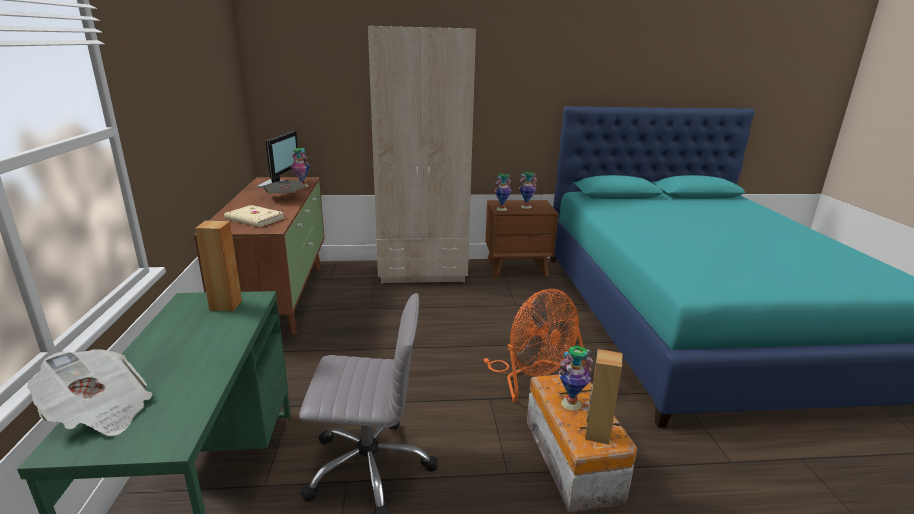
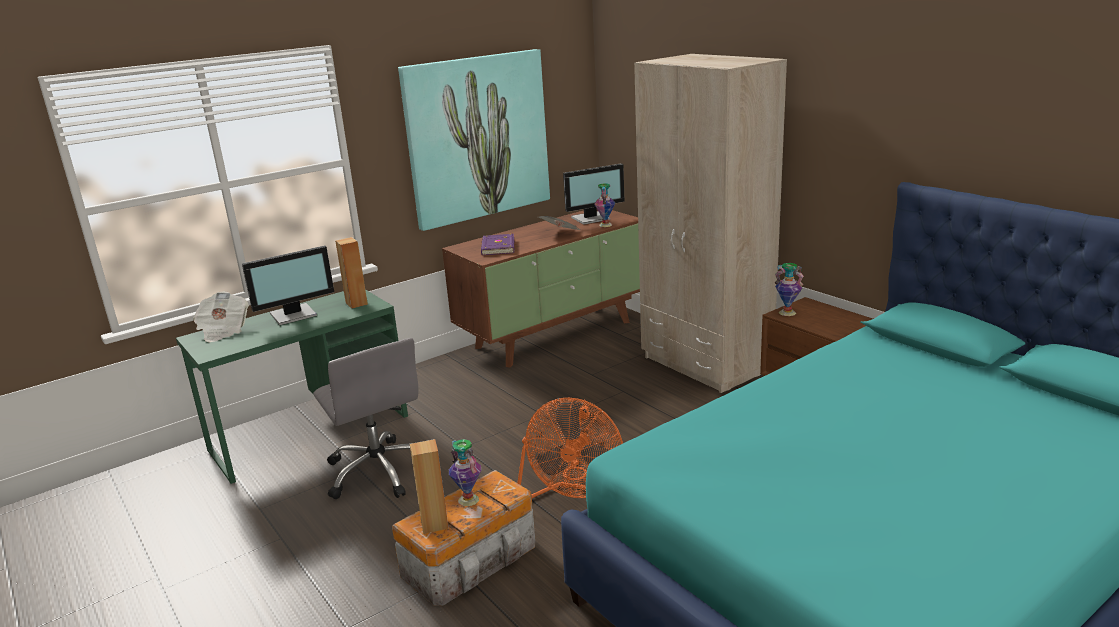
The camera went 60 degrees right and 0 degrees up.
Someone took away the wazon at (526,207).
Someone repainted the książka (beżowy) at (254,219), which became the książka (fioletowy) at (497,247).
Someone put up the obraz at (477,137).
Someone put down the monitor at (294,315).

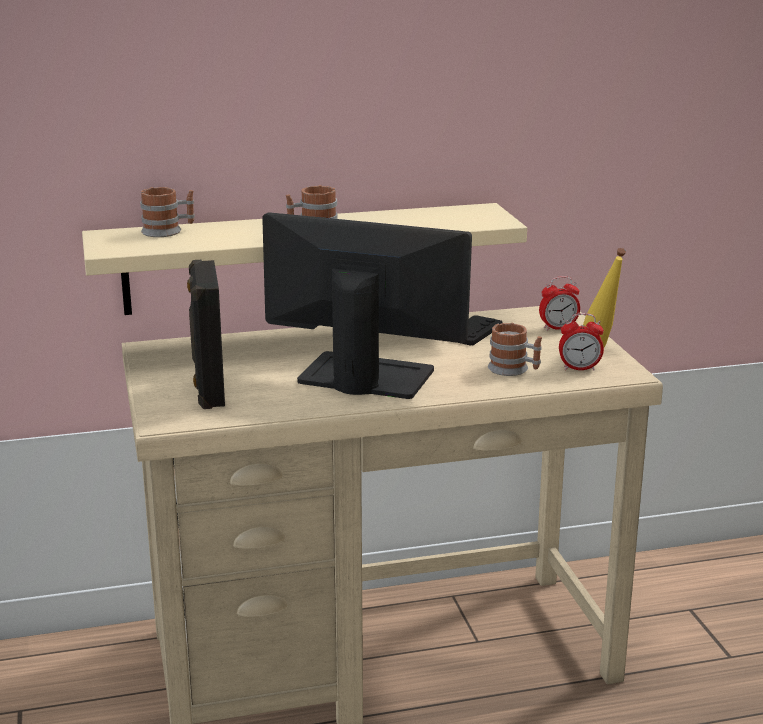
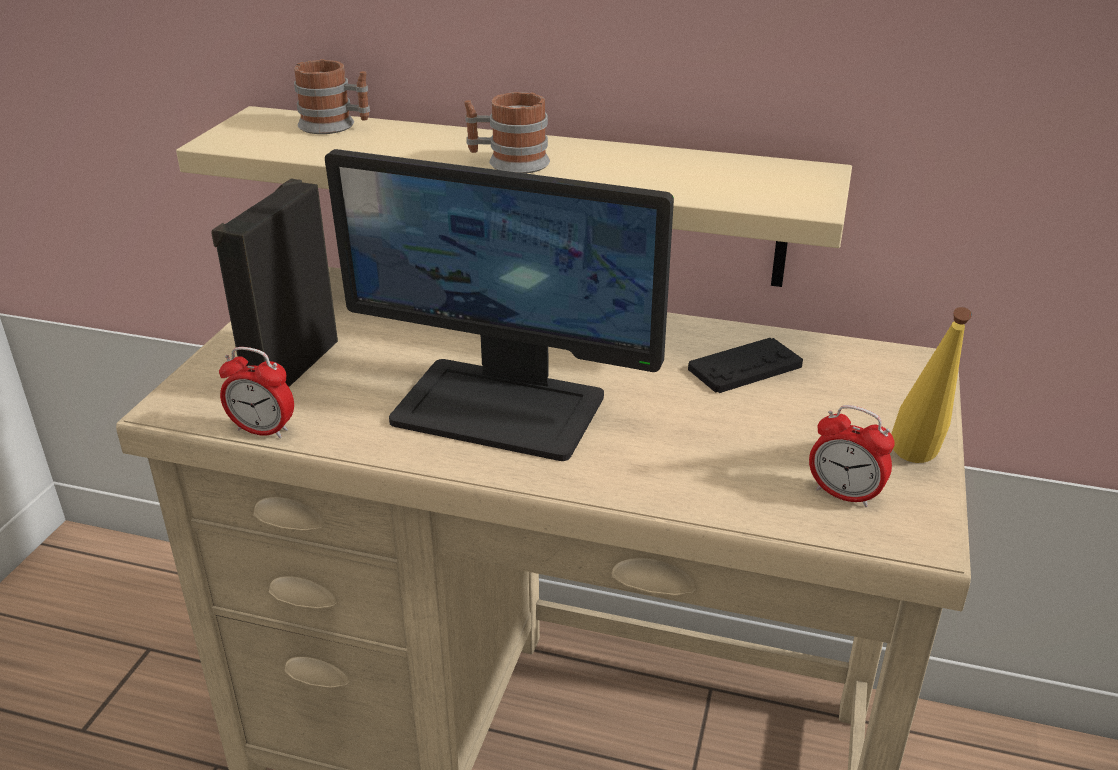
The camera went 30 degrees right and 10 degrees up.
Someone rotated the monitor at (364,377) by 150 degrees clockwise.
Someone carried the budzik from (558,328) to (263,430).
Someone took away the kubek at (514,370).

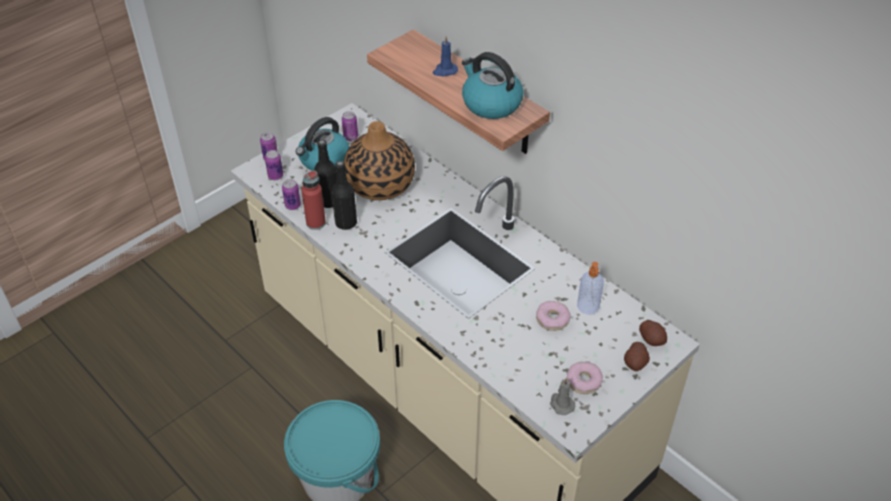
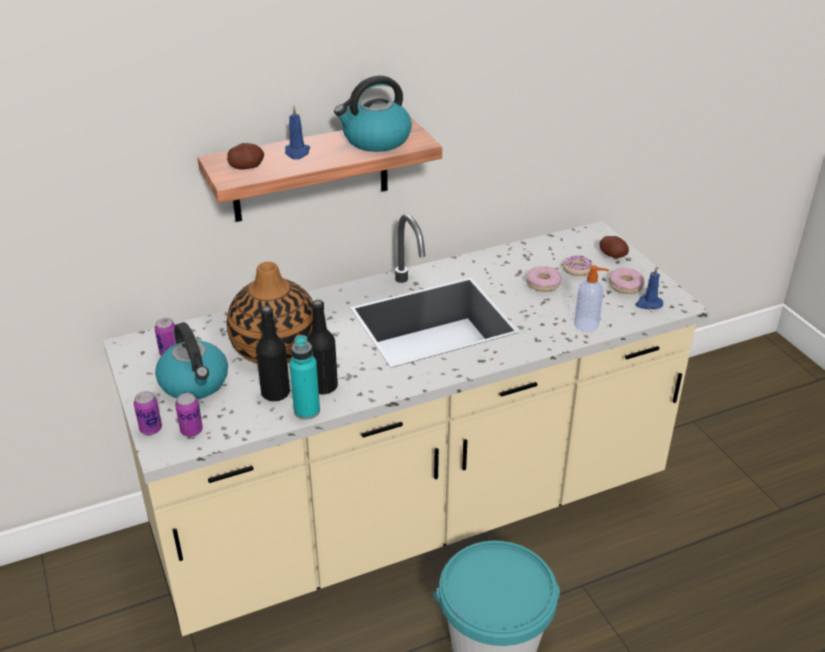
The camera went 70 degrees left and 10 degrees down.
Someone repainted the butelka (czerwony) at (316,223), which became the butelka (turkusowy) at (307,411).
Someone took away the puszka at (293,205).
Someone carried the dozownik mydła from (588,307) to (587,325).
Someone carried the ziemniak from (652,339) to (246,167).
Someone repainted the świeca (szary) at (561,404), which became the świeca (niebieski) at (648,304).
Someone put down the donut at (576,269).

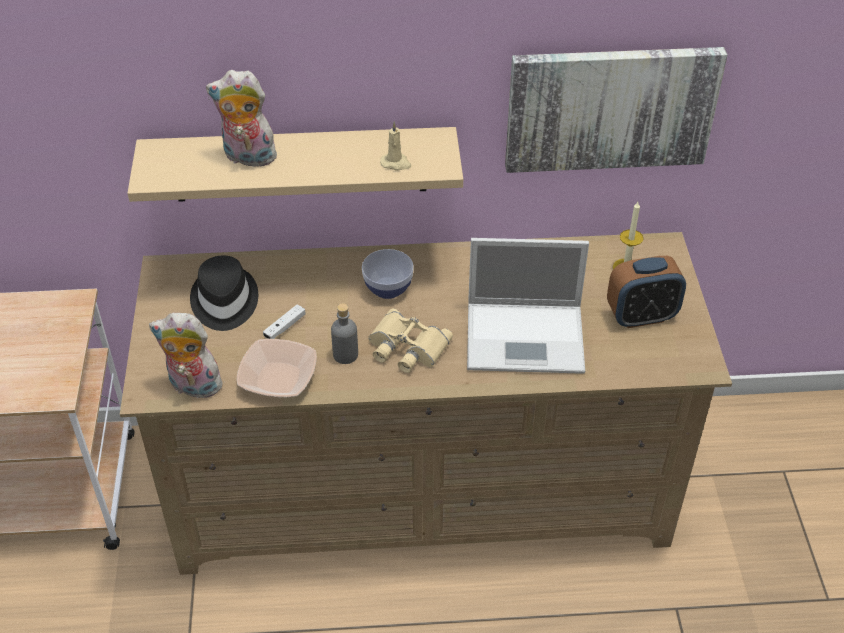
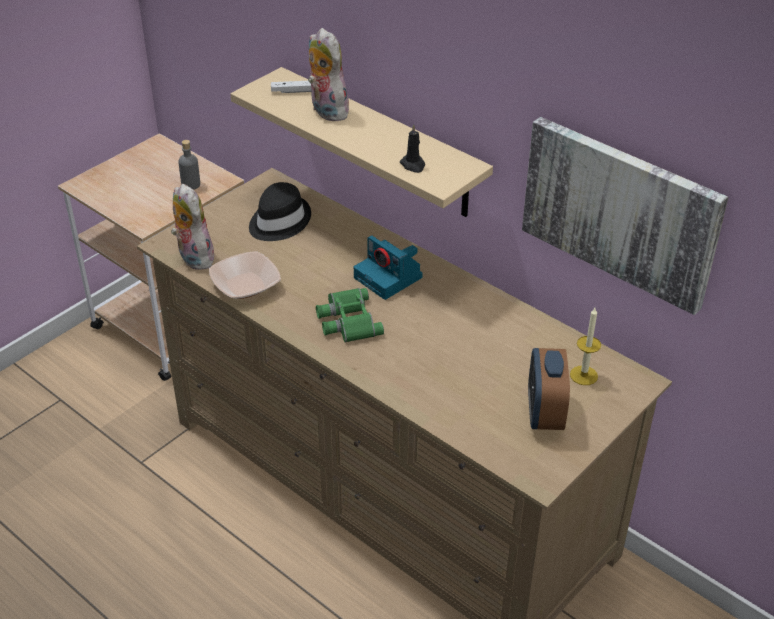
The camera went 45 degrees right and 5 degrees down.
Someone repainted the świeca (beżowy) at (396,163), which became the świeca (czarny) at (413,165).
Someone took away the laptop at (527,337).
Someone swapped the miska at (388,288) for the aparat fotograficzny at (389,278).
Someone rotated the budzik at (641,316) by 60 degrees clockwise.
Someone carried the butelka (szary) from (345,354) to (191,184).
Someone carried the pad do gier (biały) from (285,327) to (293,91).
Someone repainted the lornetka (beżowy) at (406,347), which became the lornetka (zielony) at (347,320).

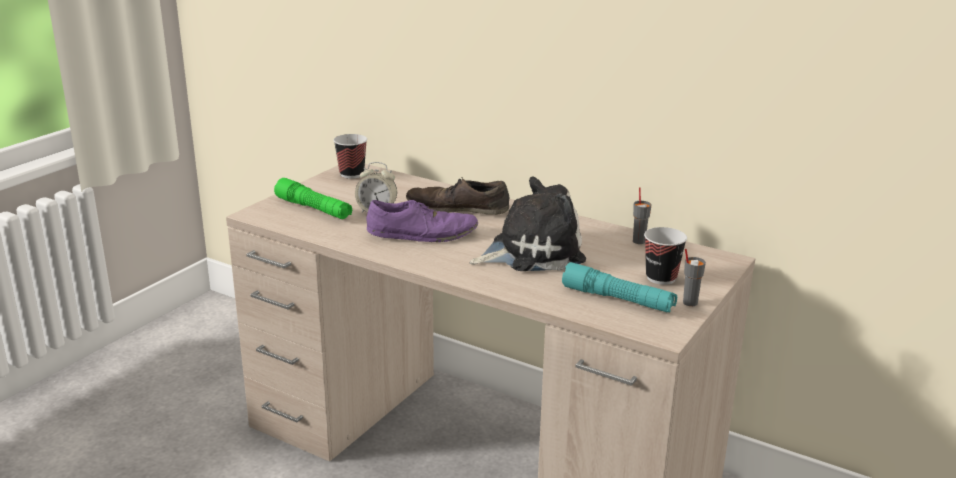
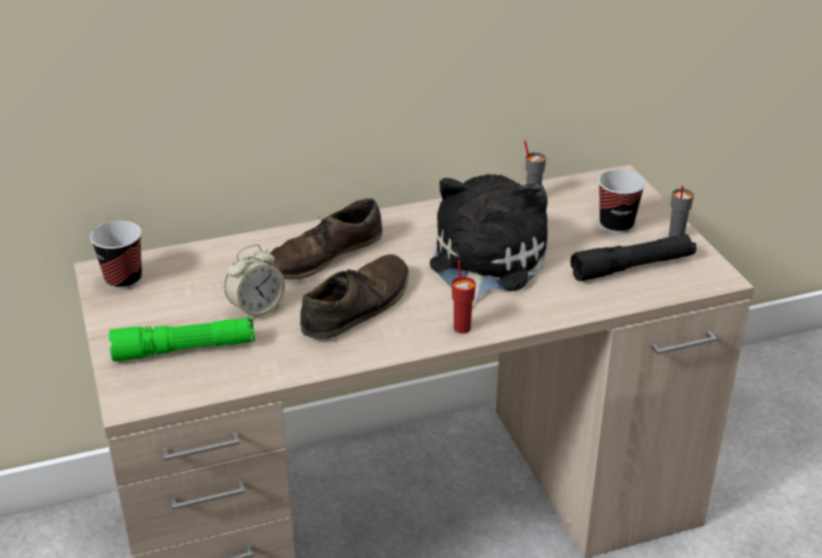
The camera went 50 degrees left and 10 degrees up.
Someone repainted the but (fioletowy) at (422,234), which became the but (brązowy) at (357,306).
Someone repainted the latarka (turkusowy) at (618,299), which became the latarka (czarny) at (632,267).
Someone put down the filiżanka (czerwony) at (462,327).

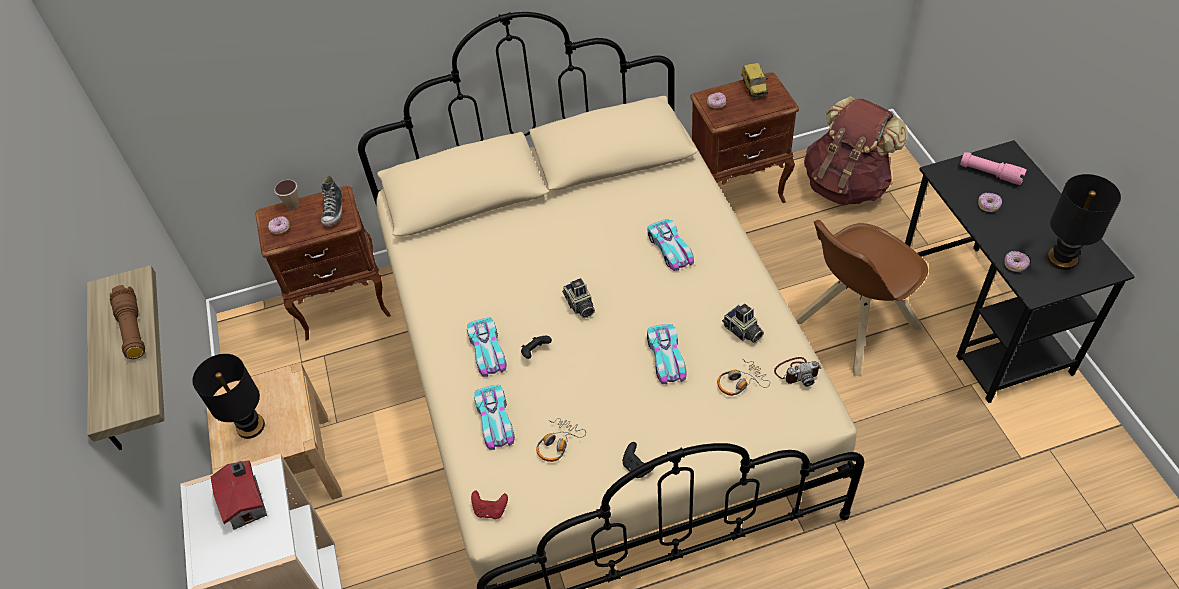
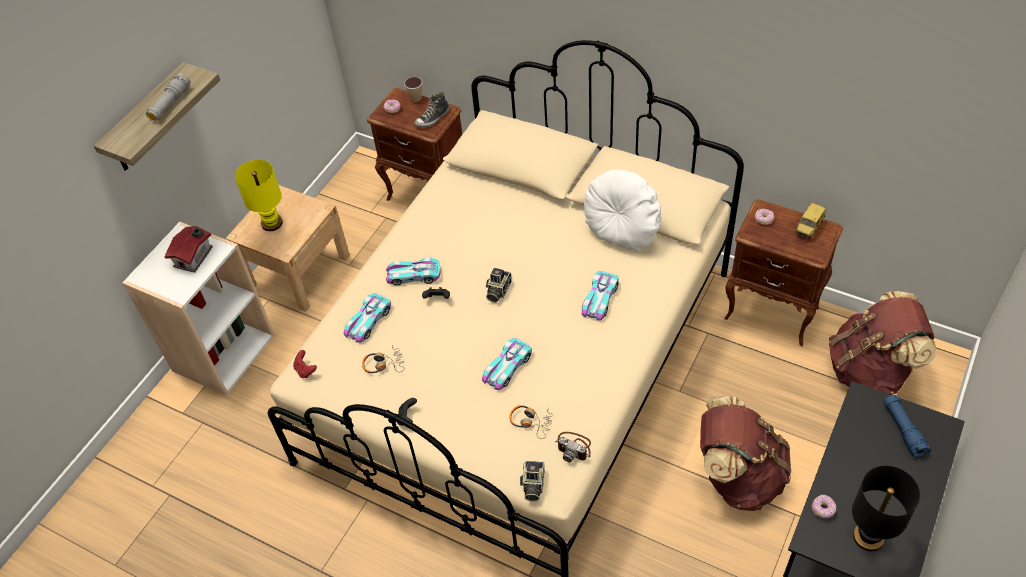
The camera went 45 degrees right and 0 degrees up.
Someone repainted the latarka (różowy) at (990,174), which became the latarka (niebieski) at (903,430).
Someone took away the donut at (988,205).
Someone swapped the krzesło (brązowy) at (853,326) for the plecak (brązowy) at (737,476).
Someone repainted the latarka (brązowy) at (133,329), which became the latarka (szary) at (170,104).
Someone carried the aparat fotograficzny from (742,332) to (532,485).
Someone rotated the samochodzik at (487,350) by 60 degrees clockwise.
Someone repainted the lampa stołowa (czarny) at (250,426), which became the lampa stołowa (żółty) at (271,223).
Someone put down the poduszka (biały) at (621,235).

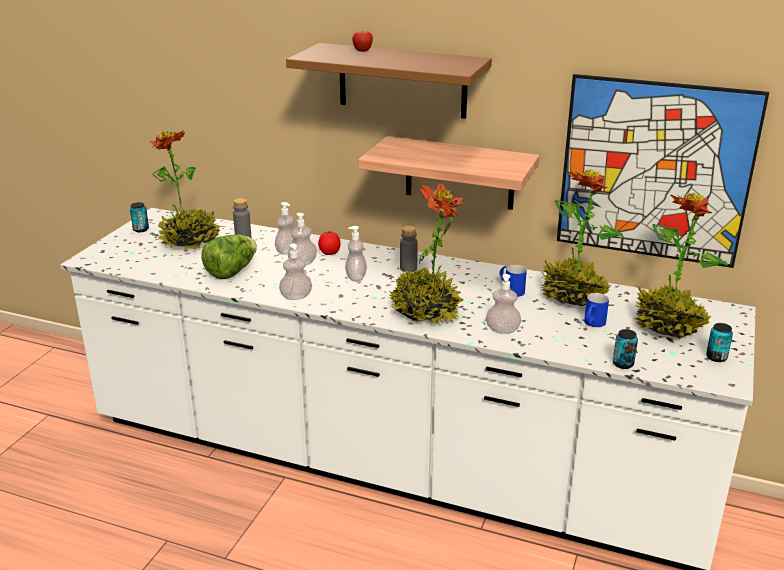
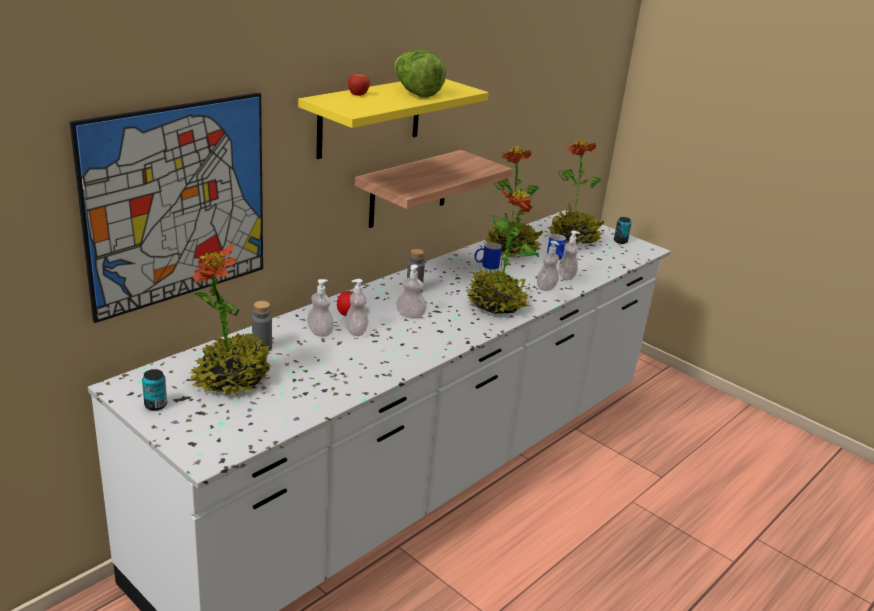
The camera went 70 degrees left and 0 degrees up.
Someone repainted the półka (brązowy) at (402,81), which became the półka (żółty) at (370,116).
Someone carried the obraz from (654,171) to (177,204).
Someone carried the sałata from (231,272) to (415,92).
Someone carried the dozownik mydła from (296,297) to (566,276).
Someone took away the puszka at (623,364).

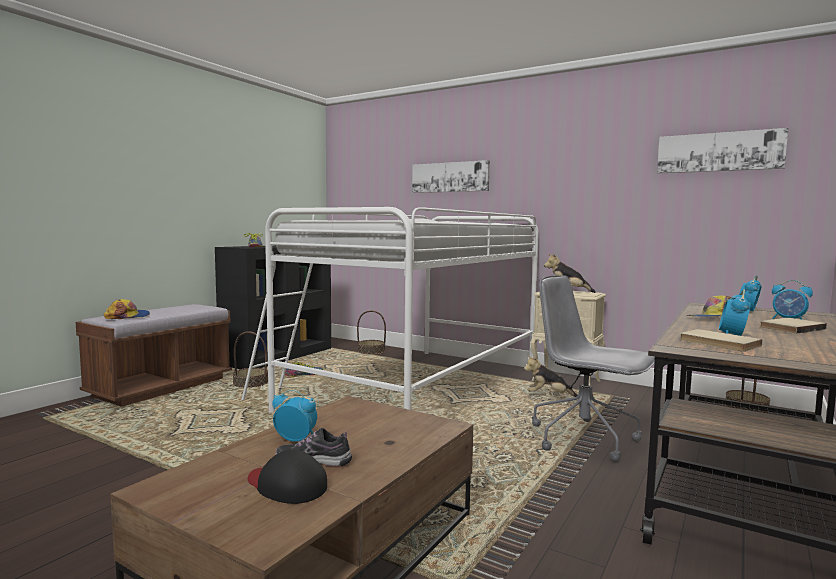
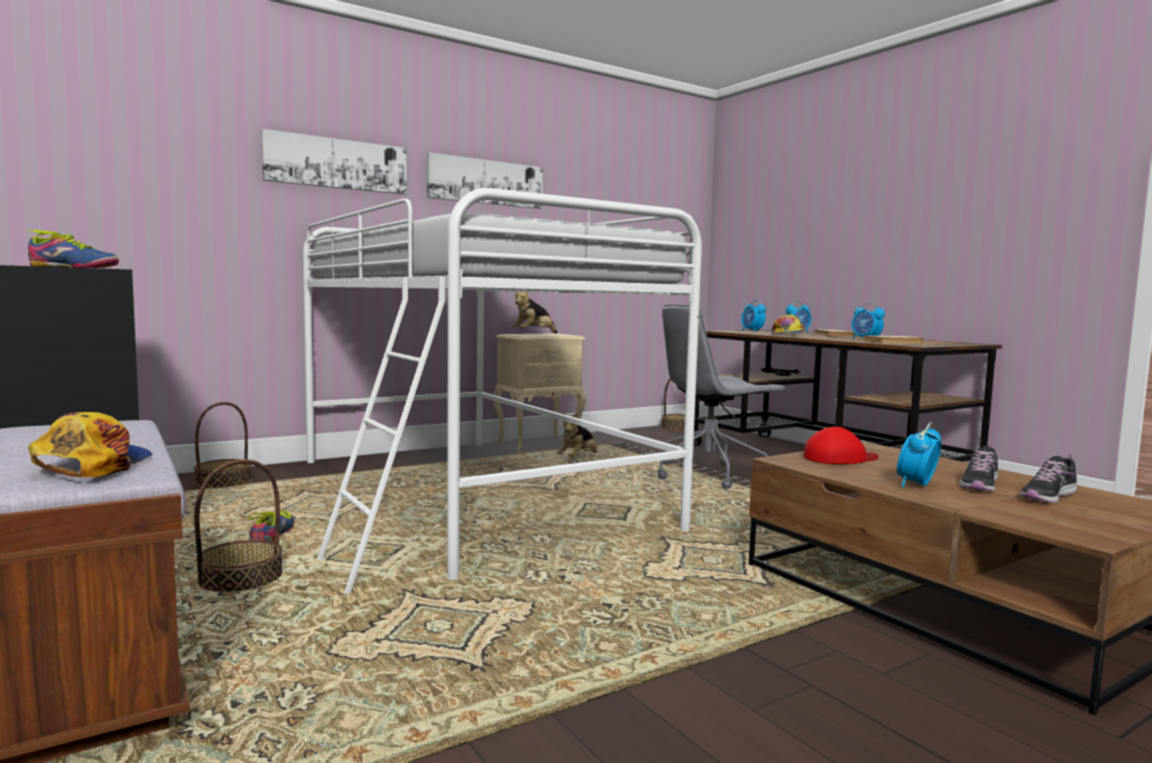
The camera went 65 degrees left and 0 degrees up.
Someone carried the obraz from (719,152) to (486,182).
Someone swapped the czapka z daszkiem (czarny) at (286,485) for the but at (1047,496).
Someone put down the czapka z daszkiem (czerwony) at (840,458).

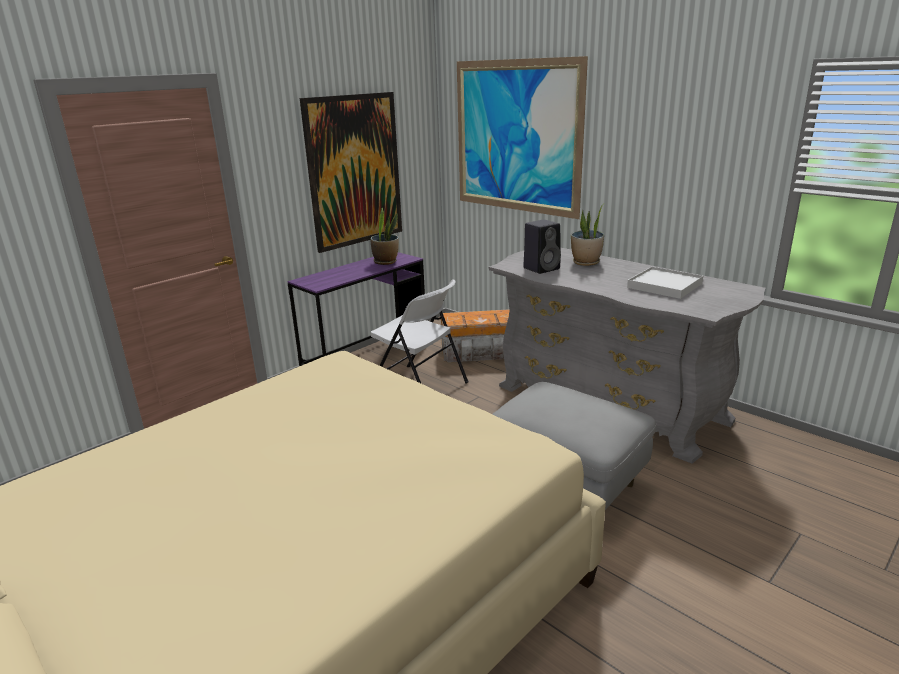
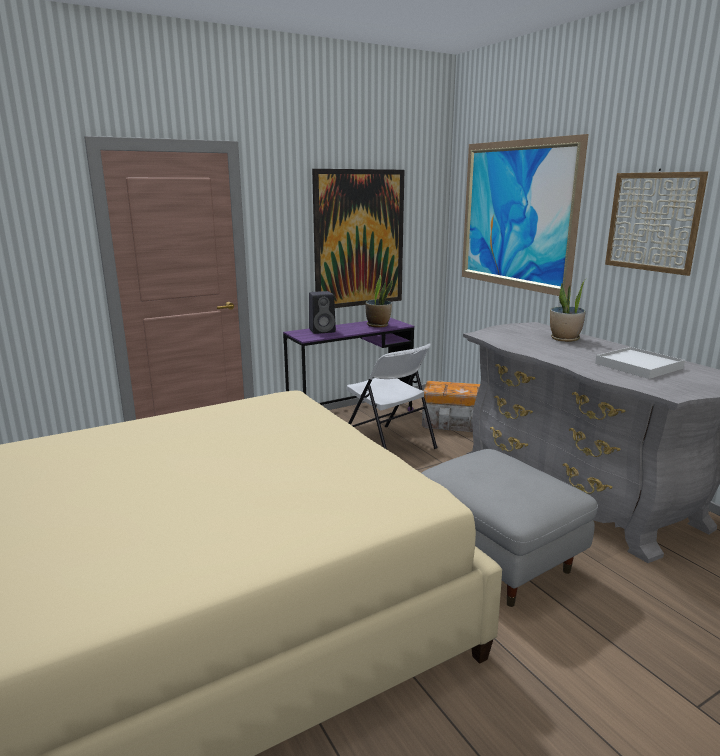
The camera went 15 degrees right and 5 degrees down.
Someone carried the głośnik (czarny) from (542,268) to (323,330).
Someone put up the obraz at (653,220).

